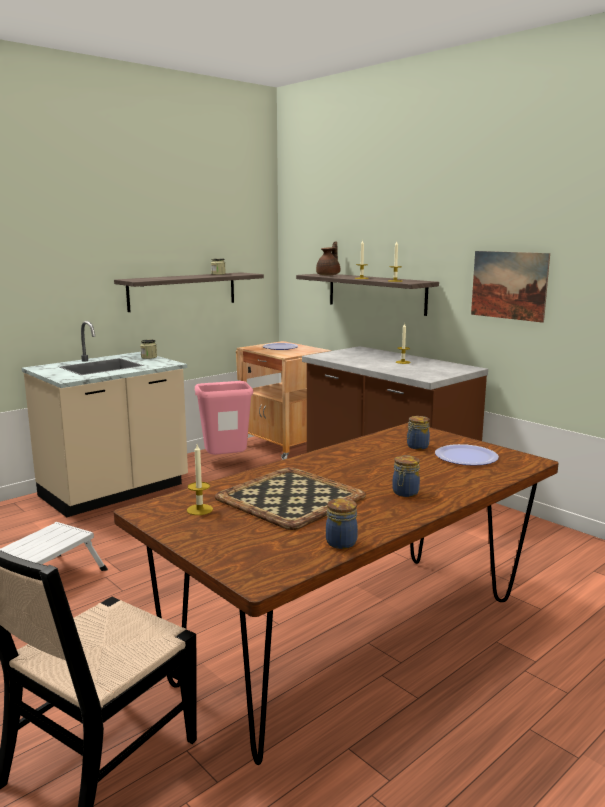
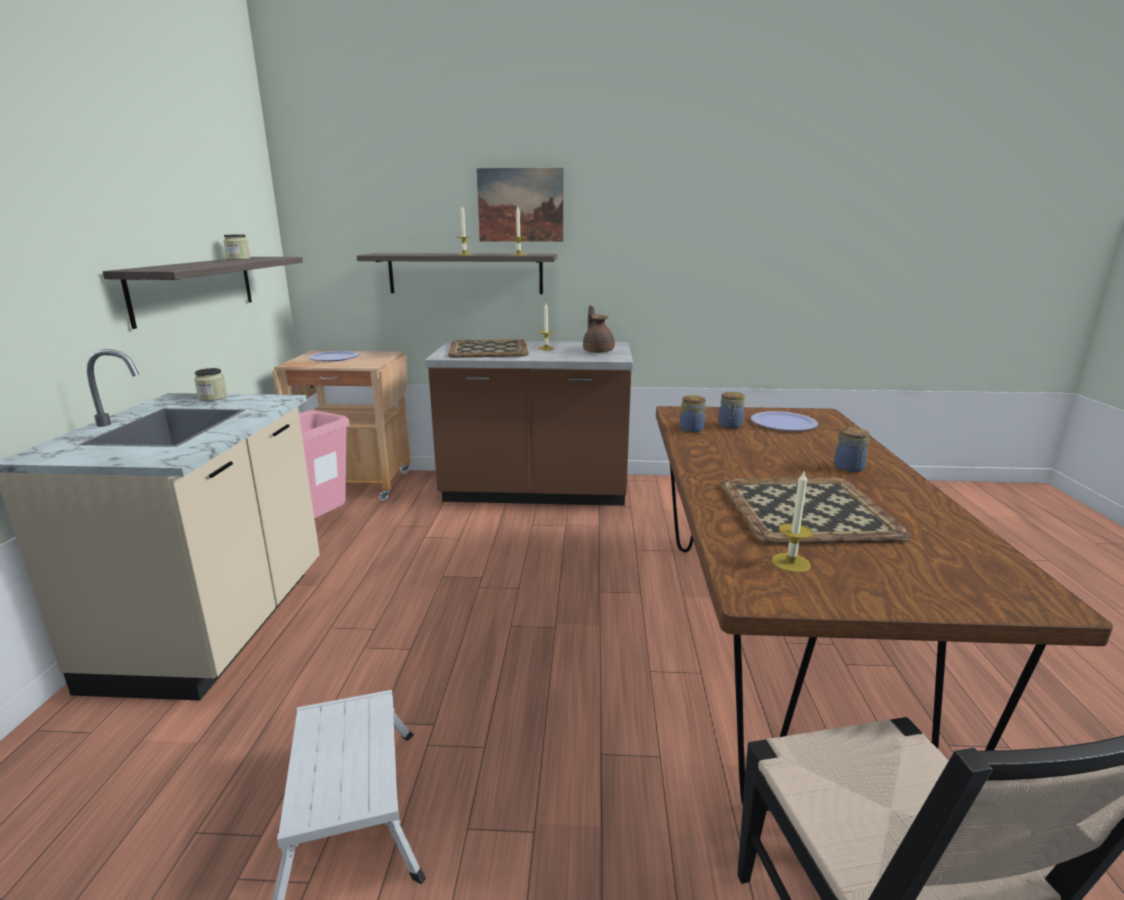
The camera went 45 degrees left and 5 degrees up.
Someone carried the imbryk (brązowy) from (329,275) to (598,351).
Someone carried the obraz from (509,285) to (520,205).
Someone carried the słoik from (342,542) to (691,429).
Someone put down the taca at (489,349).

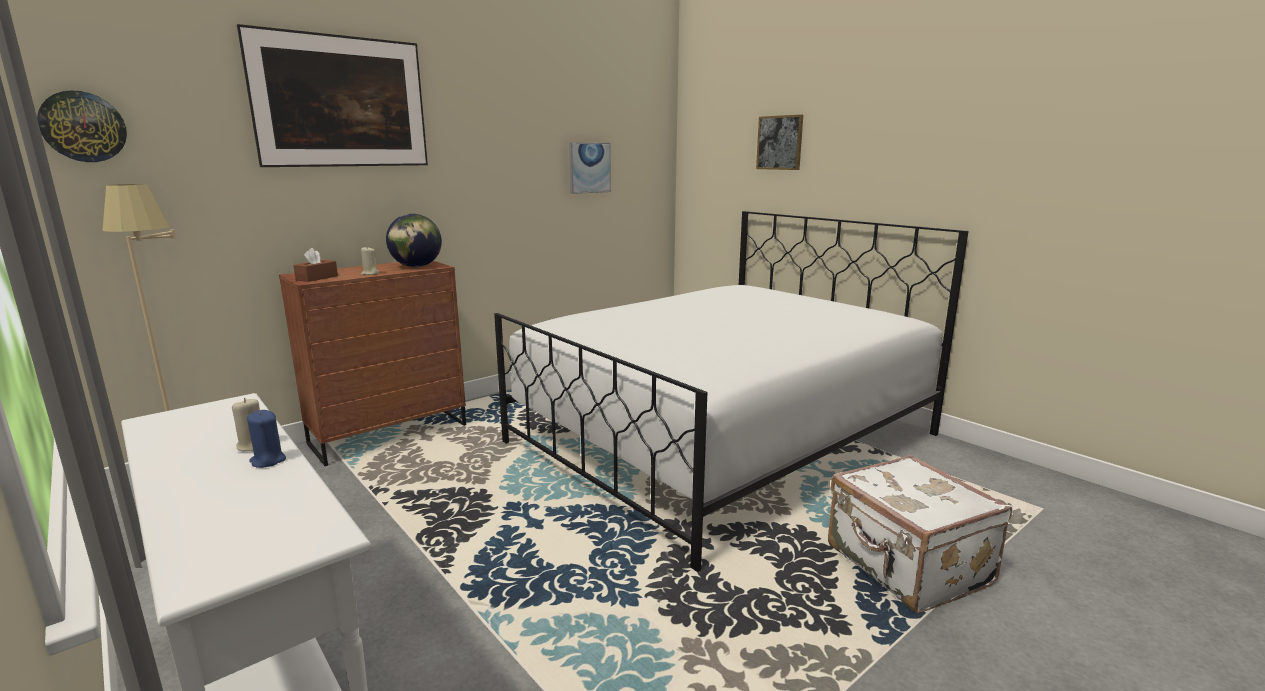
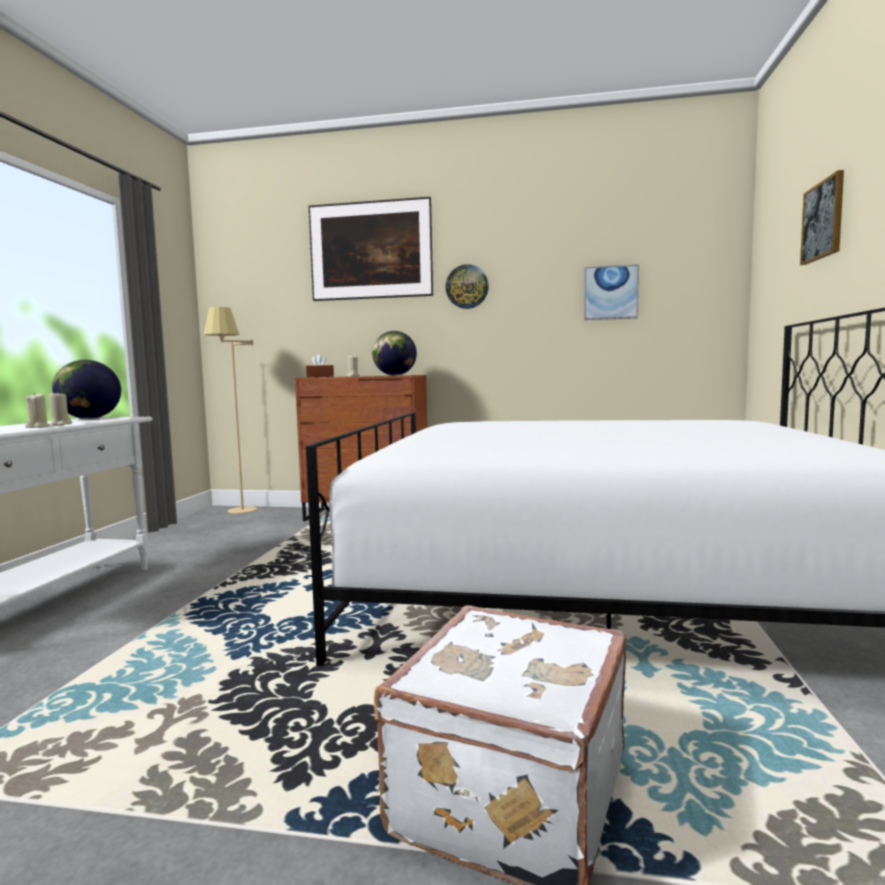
The camera went 50 degrees right and 10 degrees down.
Someone carried the zegar ścienny from (83,127) to (467,286).
Someone repainted the świeca (niebieski) at (268,461), which became the świeca (beżowy) at (38,427).
Someone put down the globus at (89,418).

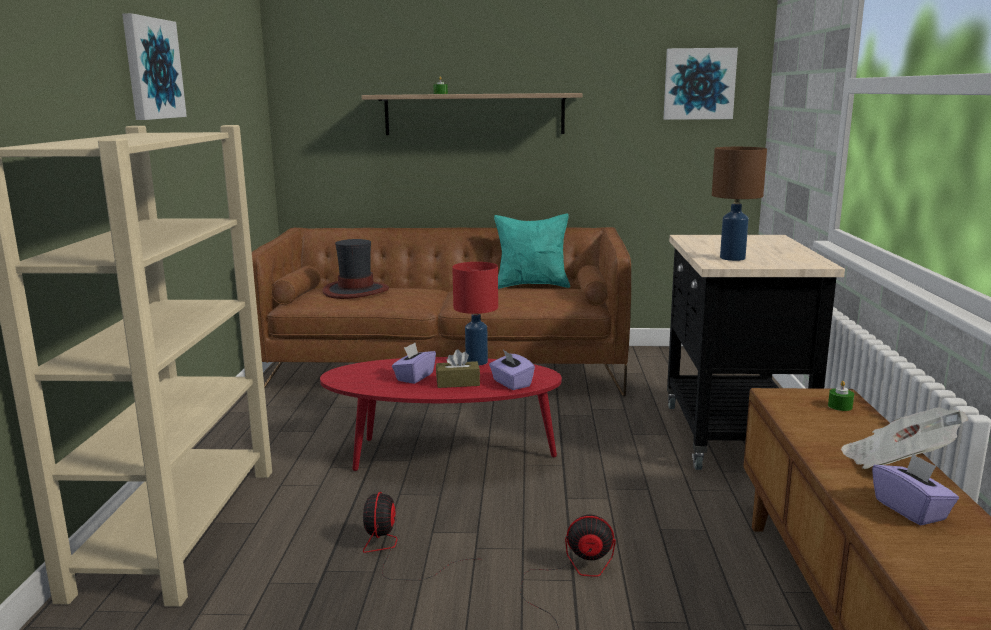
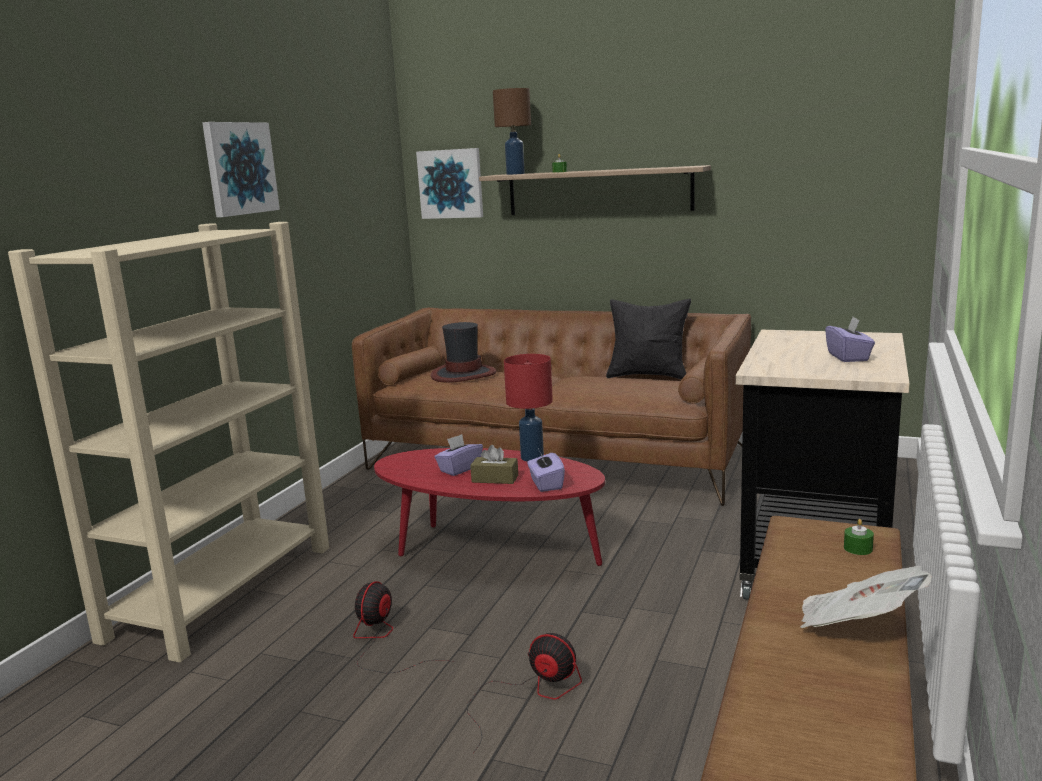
The camera went 20 degrees right and 0 degrees up.
Someone carried the obraz from (699,84) to (451,184).
Someone carried the lampa stołowa (brązowy) from (732,258) to (515,174).
Someone repainted the poduszka (turkusowy) at (532,285), which became the poduszka (czarny) at (648,376).
Someone carried the pudełko chusteczek (fioletowy) from (911,510) to (848,357).

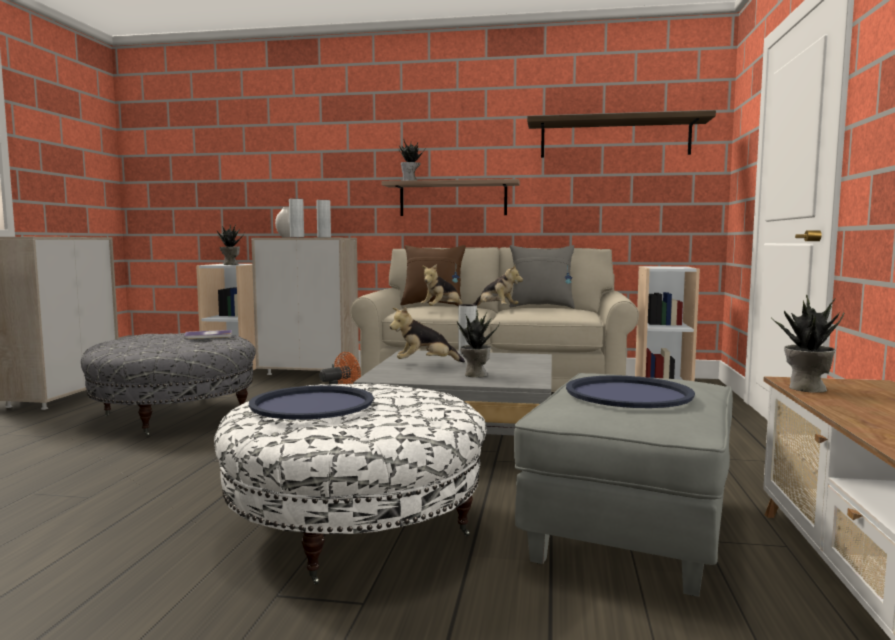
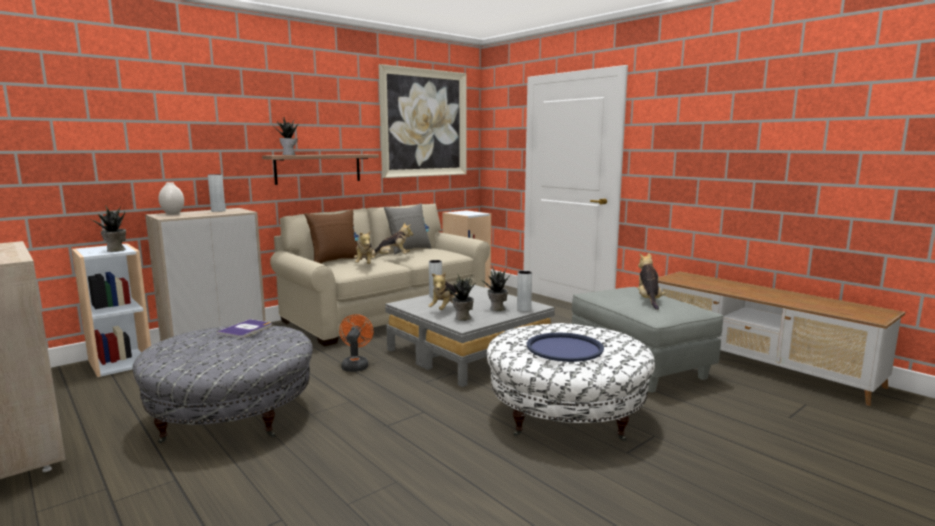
The camera went 50 degrees left and 5 degrees up.
Someone swapped the półka at (615,138) for the obraz at (424,123).
Someone carried the wazon (szary) from (297,237) to (524,309).
Someone carried the roślina doniczkowa from (805,388) to (462,318).
Someone swapped the taca (niebieski) at (628,394) for the pluszak at (648,300).

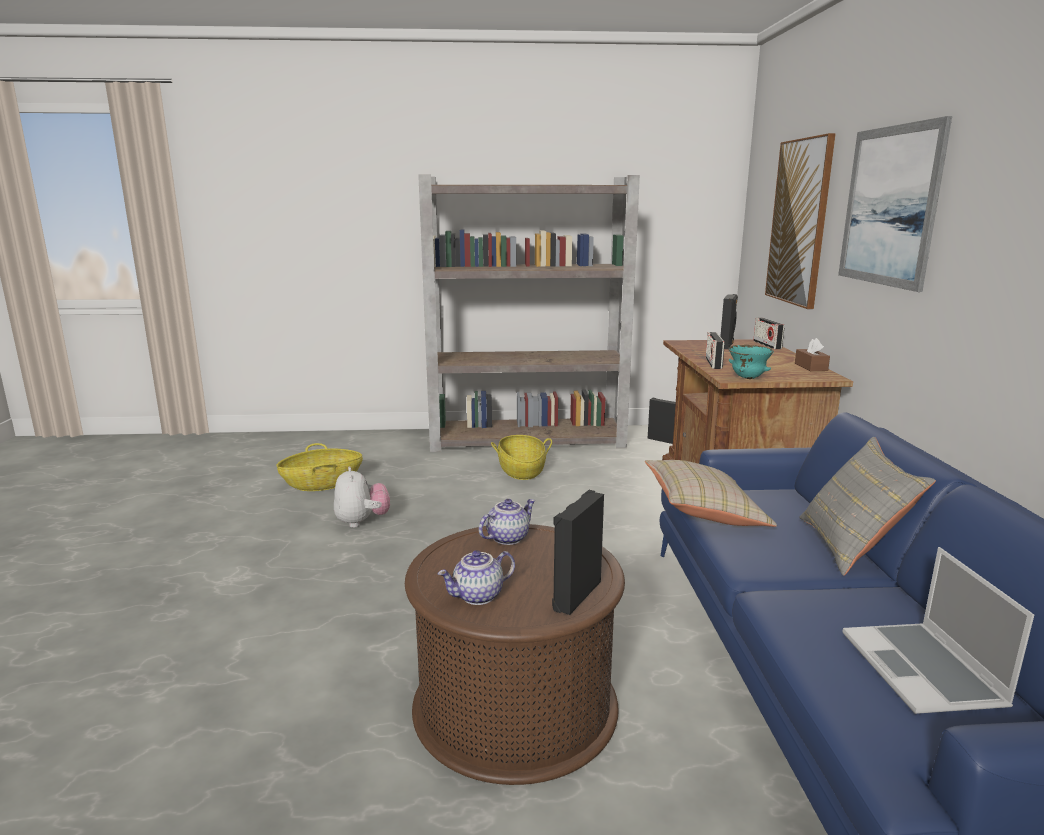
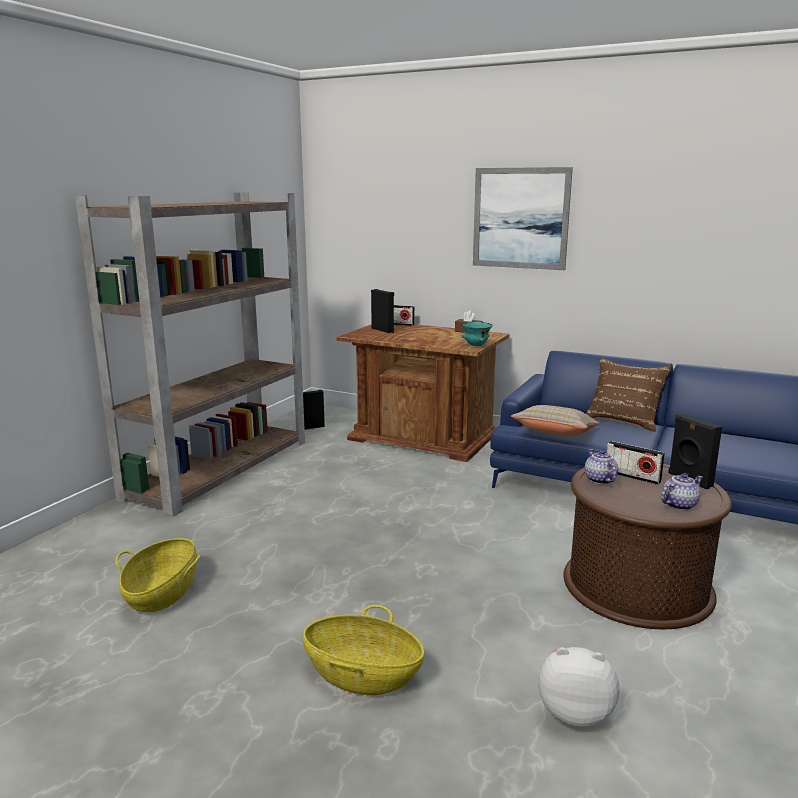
The camera went 60 degrees left and 0 degrees up.
Someone took away the obraz at (799,222).
Someone carried the radio from (713,363) to (632,476).
Someone carried the koszyk from (521,470) to (362,675).
Someone repainted the poduszka (szary) at (851,546), which became the poduszka (brązowy) at (624,420).
Someone carried the pluszak from (362,522) to (574,712).
Someone took away the laptop at (924,671).
Someone rotated the imbryk at (478,596) by 120 degrees counterclockwise.

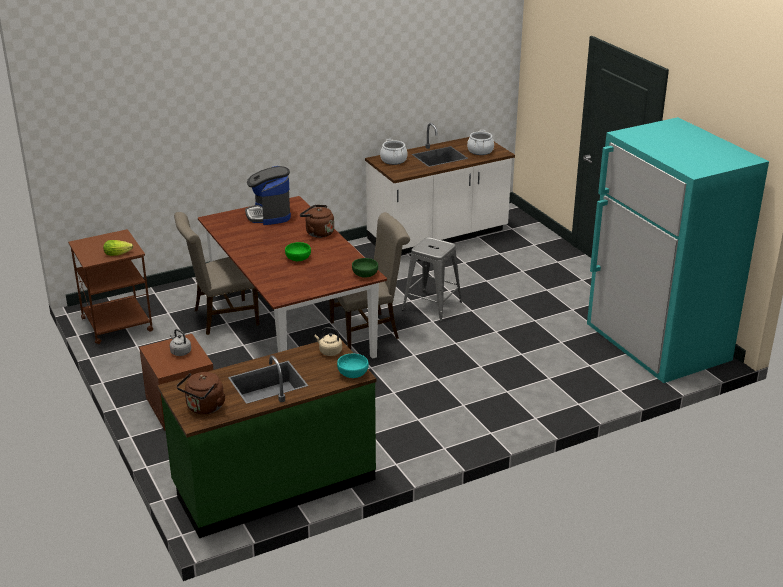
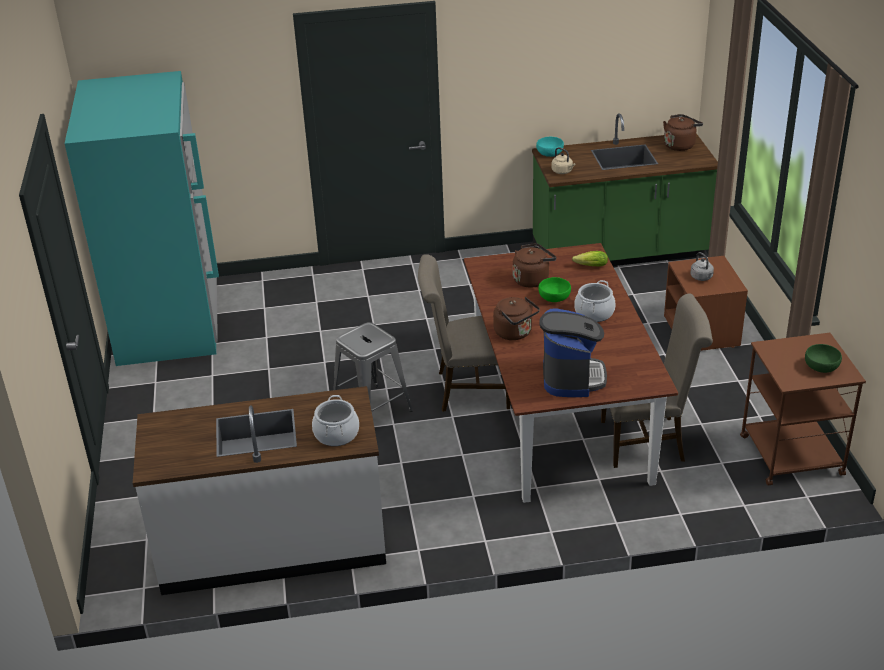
The camera went 160 degrees left and 5 degrees up.
Someone carried the garnek from (480,151) to (594,313).
Someone carried the sałata from (119,253) to (589,266).
Someone carried the miska (zielony) from (365,274) to (821,366).
Someone put down the czajnik (brązowy) at (532,279).

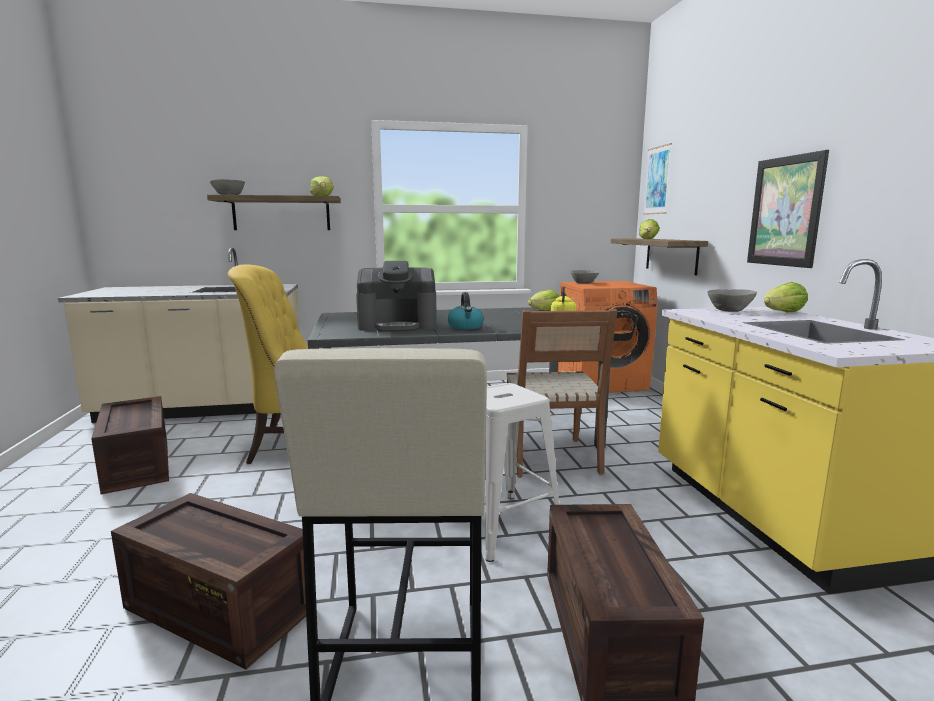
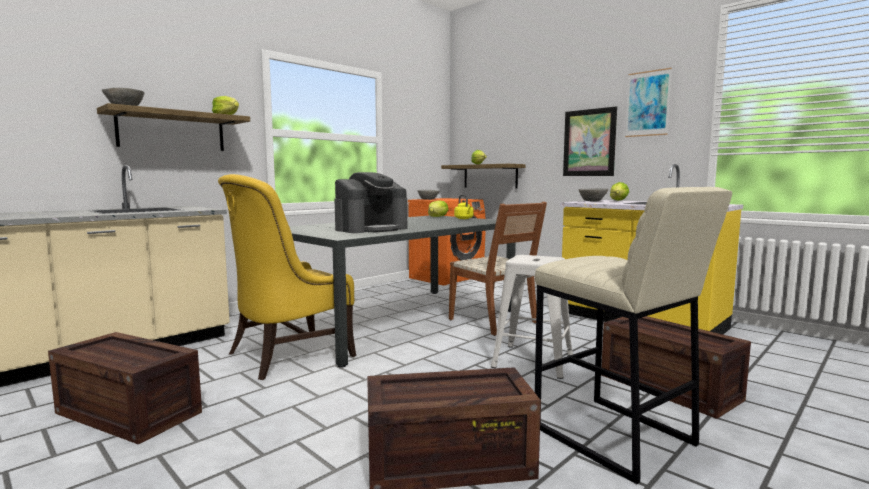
The camera went 35 degrees left and 5 degrees down.
Someone carried the obraz from (657,180) to (647,103).
Someone took away the czajnik at (465,327).

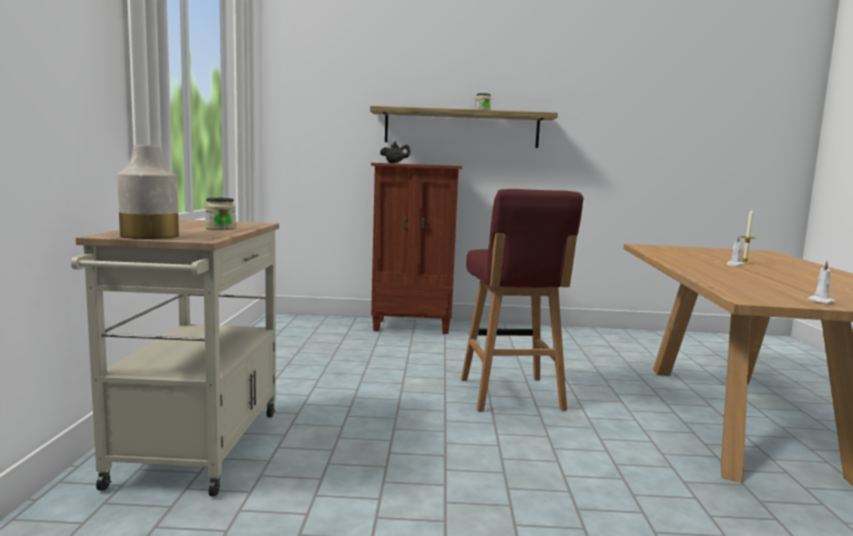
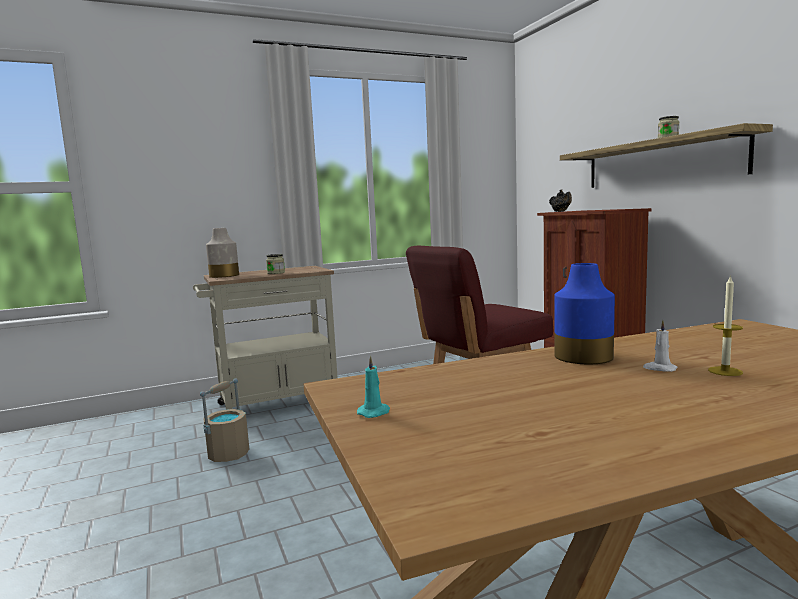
The camera went 65 degrees right and 0 degrees up.
Someone repainted the świeca (biały) at (819,301), which became the świeca (turkusowy) at (374,412).
Someone put down the wazon (niebieski) at (583,356).
Someone put down the wiadro (beżowy) at (228,454).

